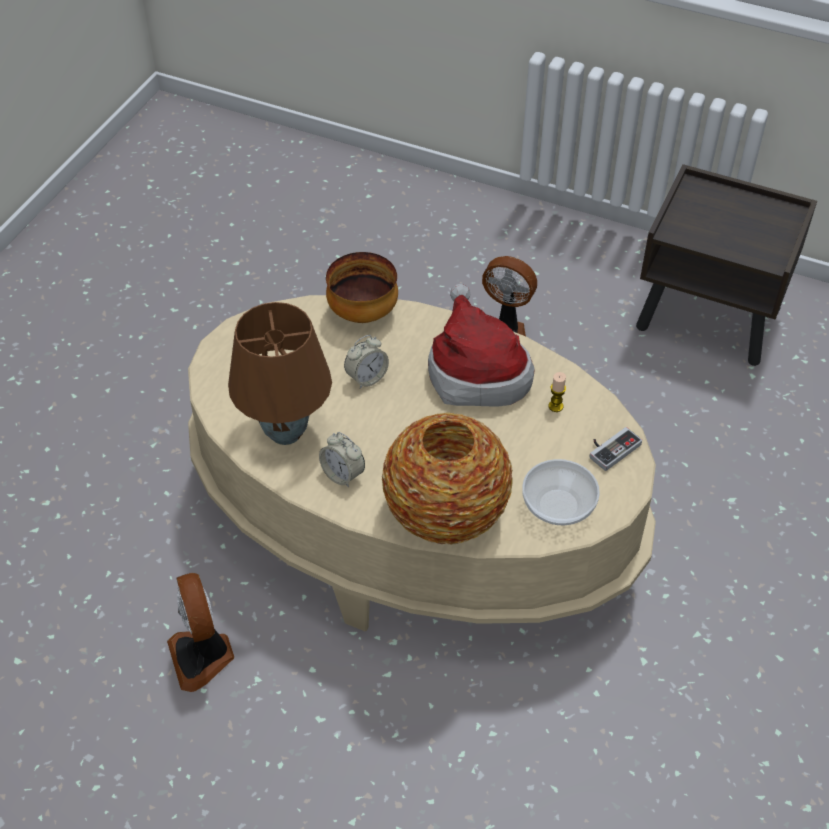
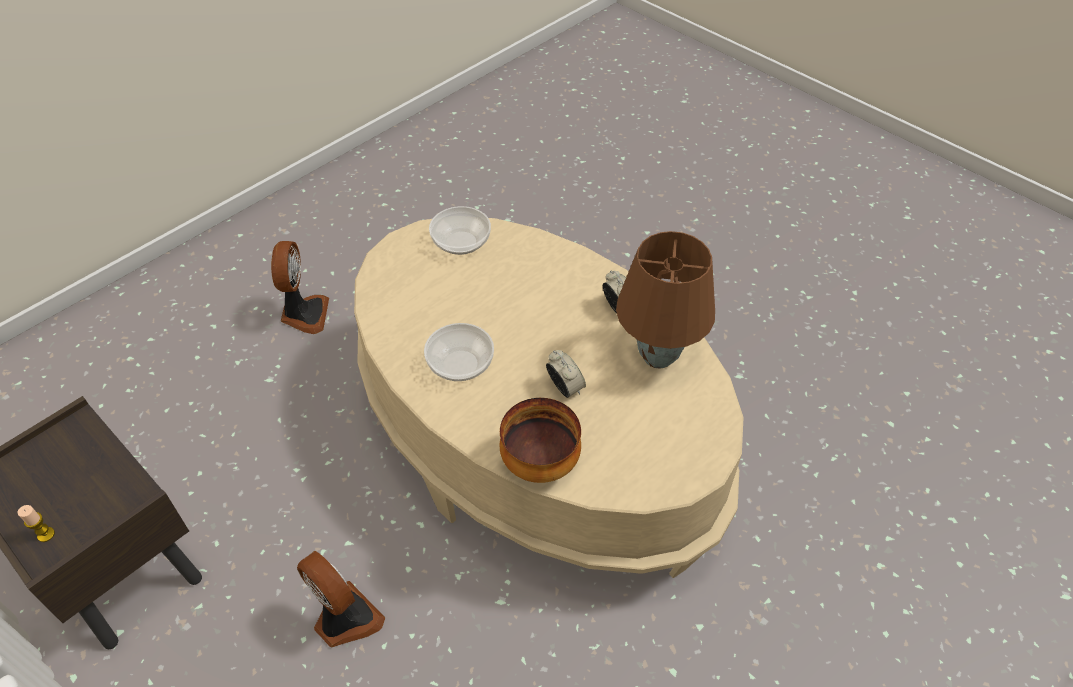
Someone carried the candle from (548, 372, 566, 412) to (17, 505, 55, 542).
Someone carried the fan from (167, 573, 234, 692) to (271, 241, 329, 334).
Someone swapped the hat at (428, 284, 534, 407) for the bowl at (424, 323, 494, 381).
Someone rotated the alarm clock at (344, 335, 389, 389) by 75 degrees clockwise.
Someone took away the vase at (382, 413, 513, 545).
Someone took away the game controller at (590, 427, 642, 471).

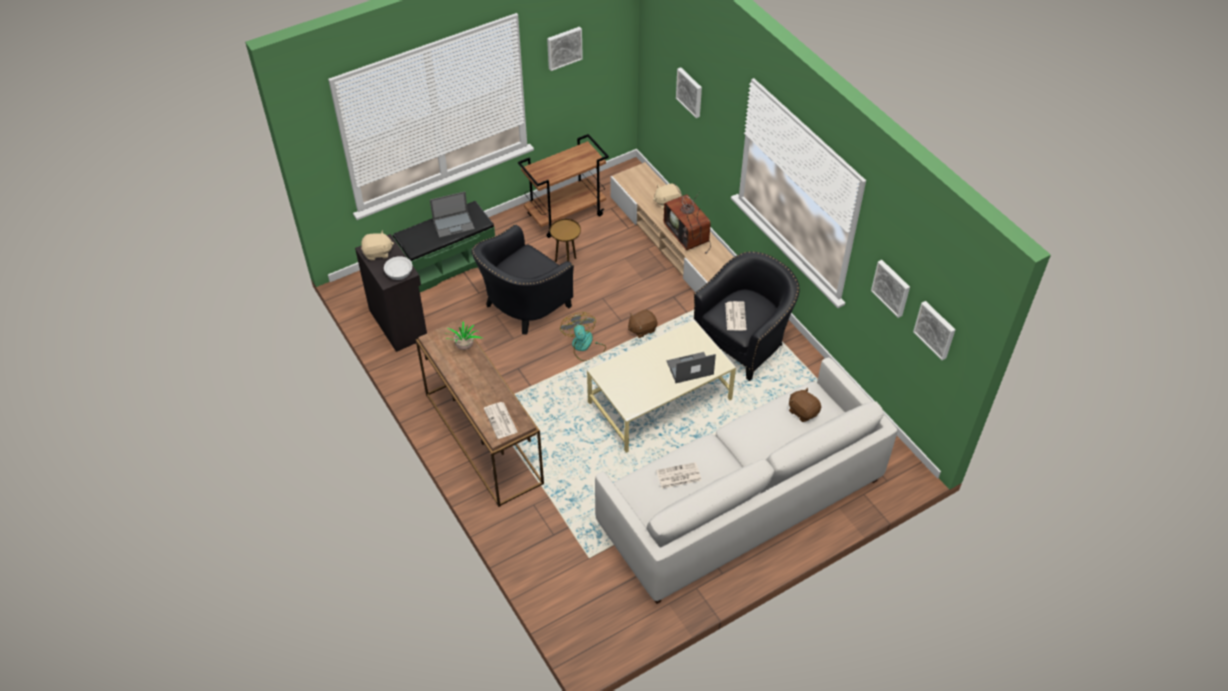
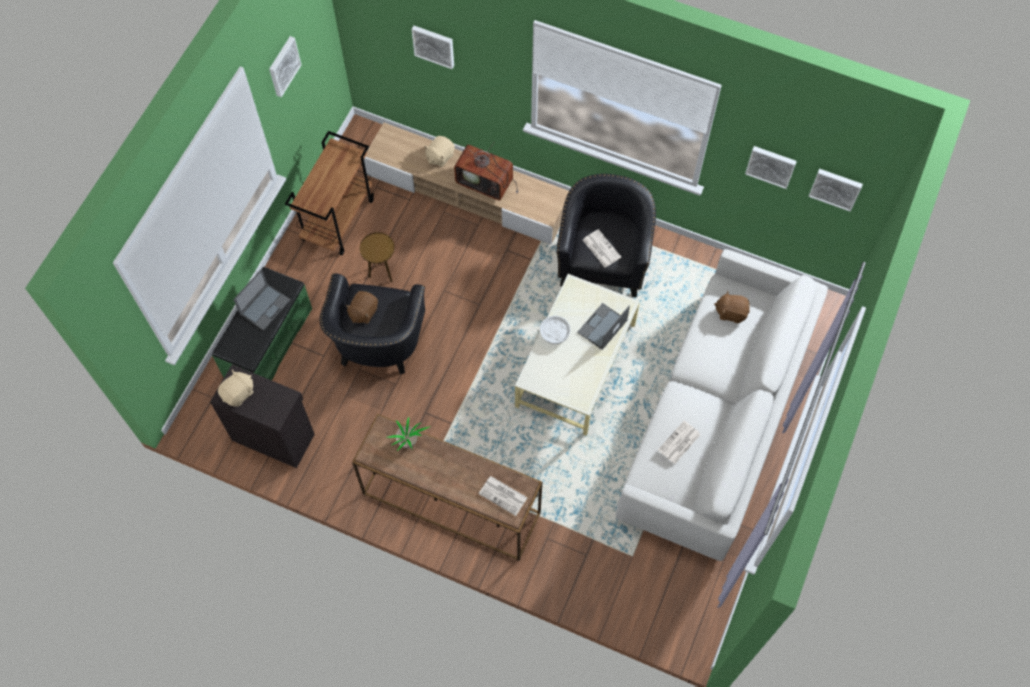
Someone carried the brown plush toy from (628, 309, 657, 338) to (345, 291, 378, 324).
Someone carried the white bowl from (384, 256, 412, 280) to (540, 316, 571, 344).
Someone took away the fan at (560, 312, 606, 361).

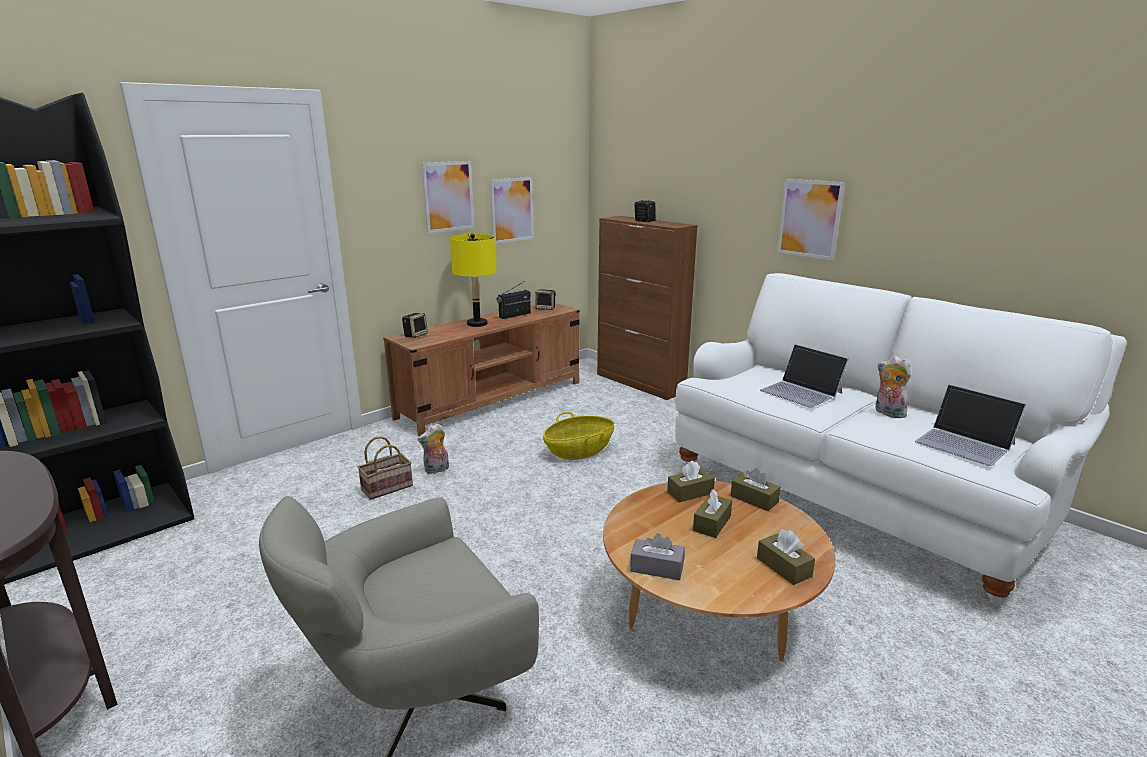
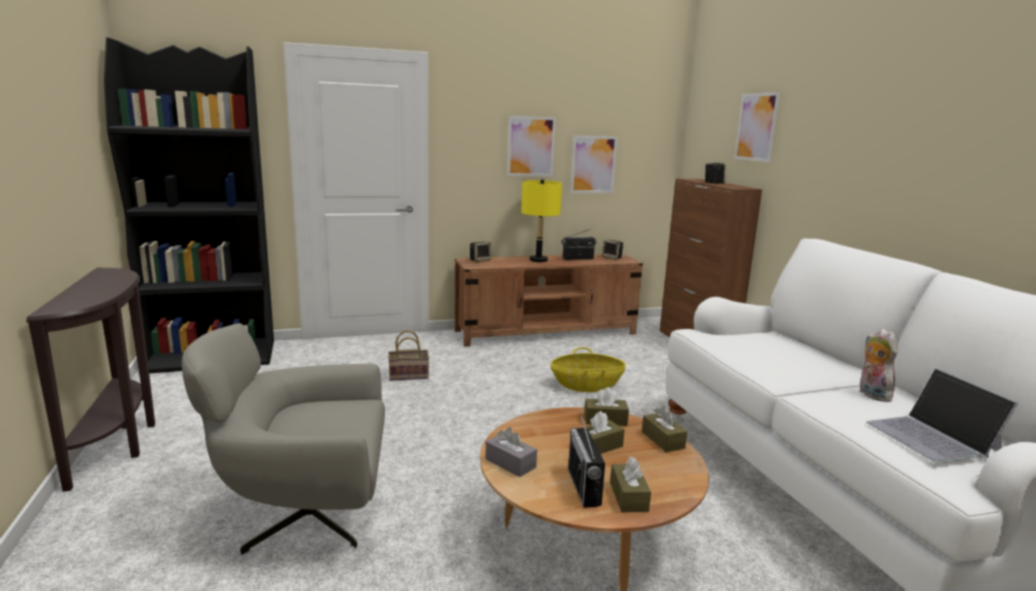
Someone put down the radio at (568, 413, 605, 508).
Someone carried the picture from (777, 179, 845, 260) to (734, 92, 780, 163).
Someone took away the plush toy at (418, 423, 449, 474).
Someone took away the laptop at (760, 344, 849, 408).

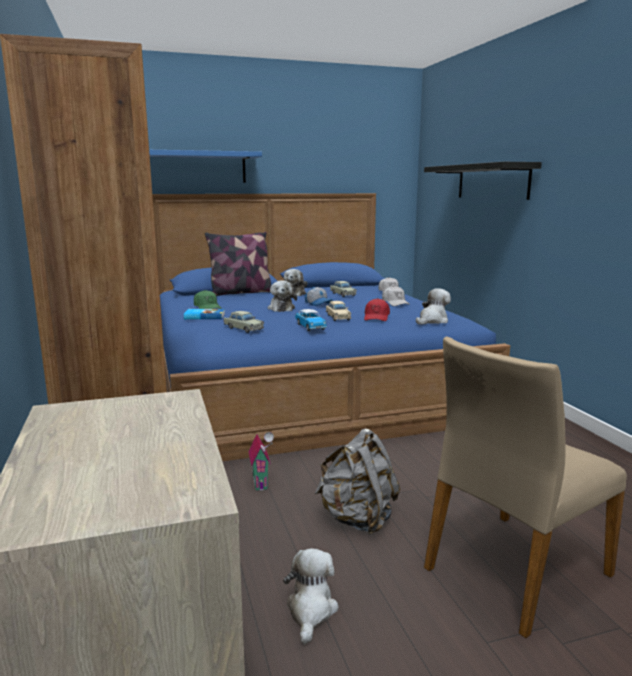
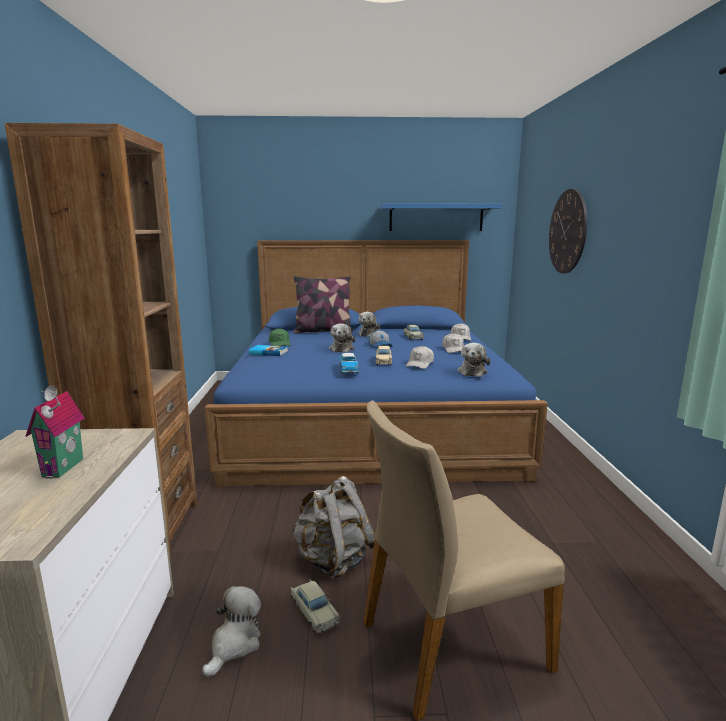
Someone carried the toy house from (248, 432, 274, 491) to (25, 385, 84, 479).
Someone carried the beige toy car from (224, 311, 264, 333) to (291, 580, 340, 634).
Someone carried the blue shelf from (149, 150, 262, 183) to (380, 203, 502, 231).
Someone repainted the red cap at (364, 298, 390, 321), which became the white cap at (406, 346, 434, 369).
Someone rotated the plush toy at (416, 288, 451, 325) by 135 degrees clockwise.
Someone swapped the black shelf at (424, 162, 542, 200) for the wall clock at (549, 189, 587, 273).

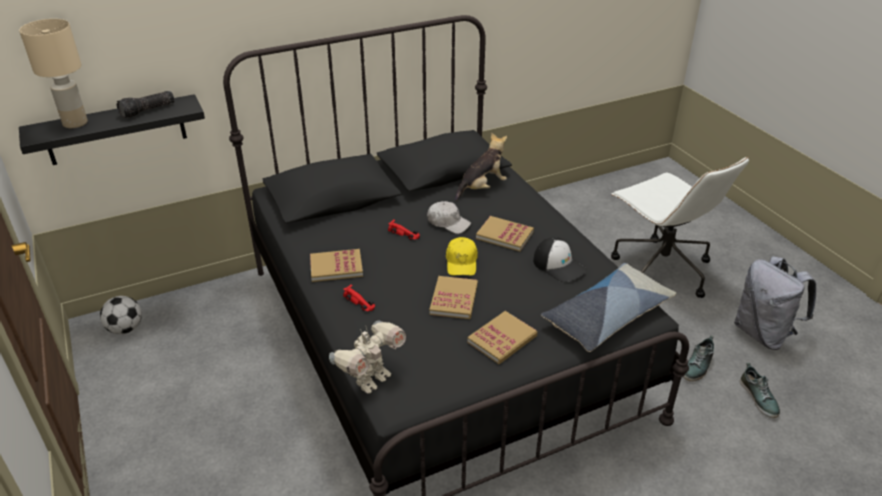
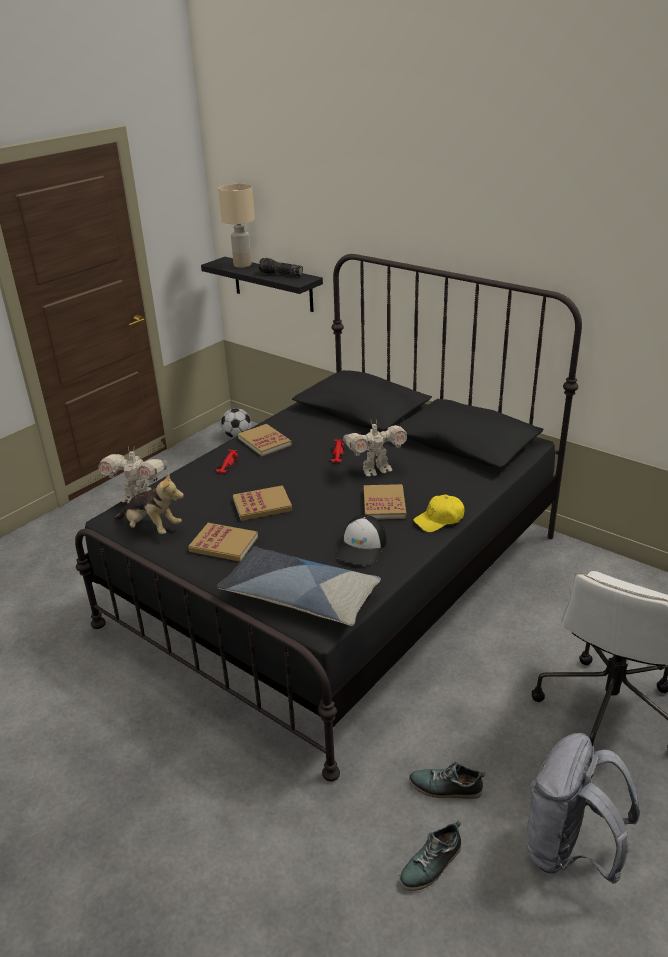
Someone carried the plush toy from (455, 133, 507, 201) to (114, 472, 184, 534).
Someone swapped the white cap at (427, 201, 471, 234) for the toy robot at (343, 419, 407, 477).
Someone carried the yellow cap from (446, 237, 478, 276) to (413, 495, 464, 532).

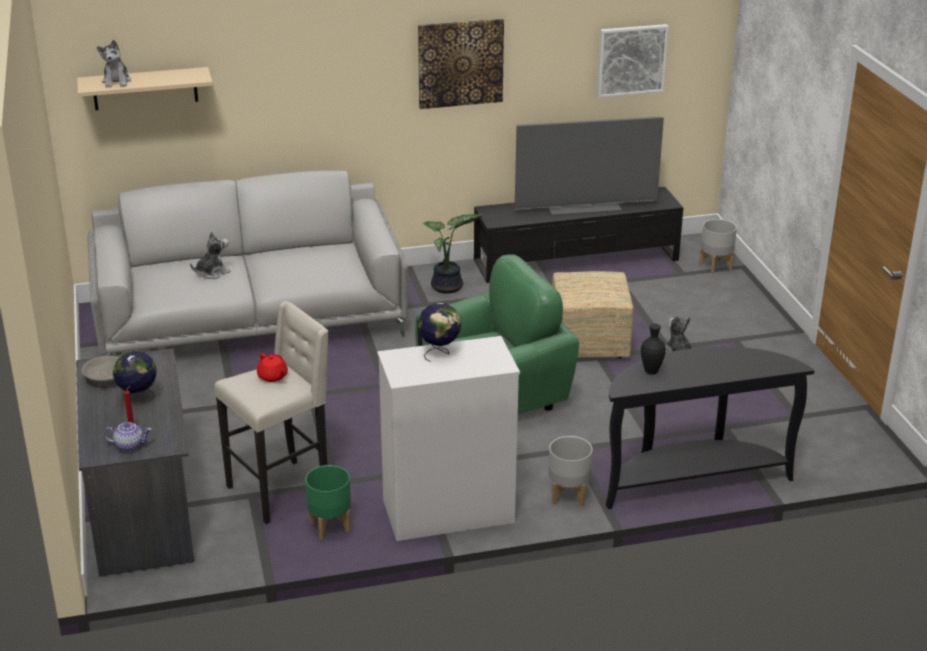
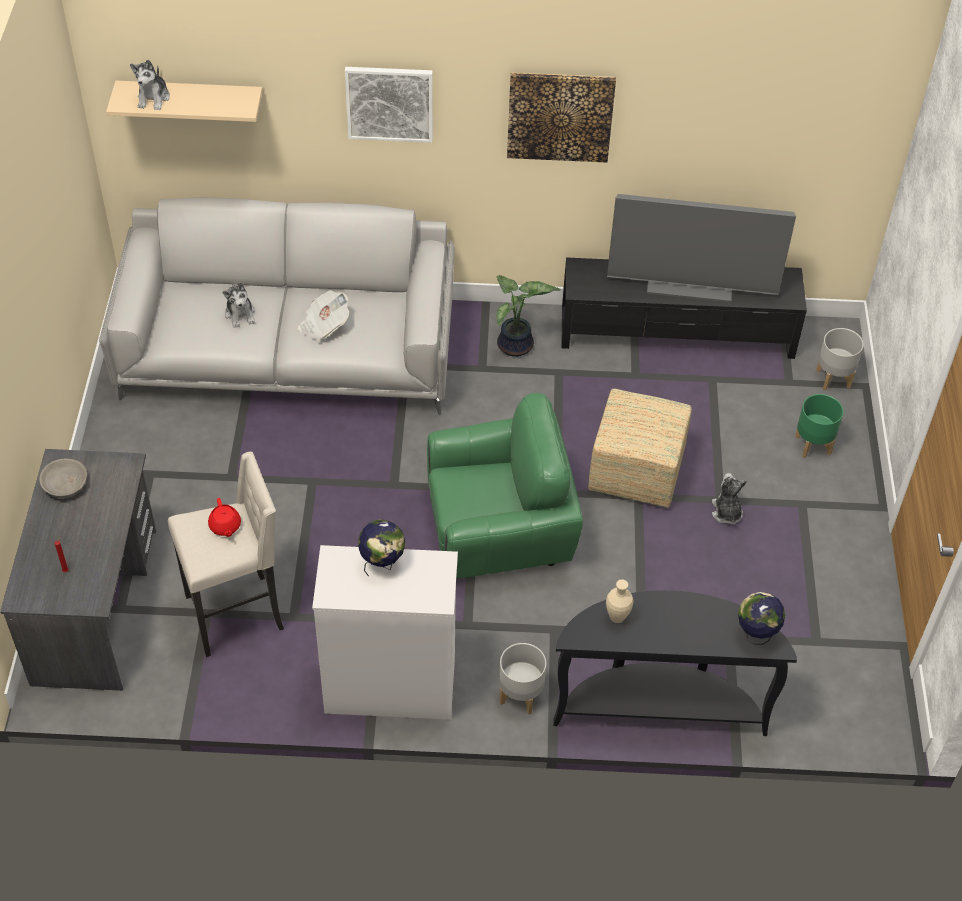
Someone rotated the plush toy at (190, 231, 230, 279) by 90 degrees clockwise.
Someone put down the newspaper at (298, 290, 349, 342).
Someone carried the picture from (597, 24, 669, 98) to (345, 67, 433, 143).
Someone repainted the black vase at (641, 324, 666, 374), which became the beige vase at (606, 579, 634, 623).
Someone carried the globe from (113, 350, 157, 405) to (738, 592, 785, 645).
Someone carried the green planter from (305, 465, 351, 540) to (795, 394, 844, 458).
Someone took away the teapot at (104, 422, 151, 452).

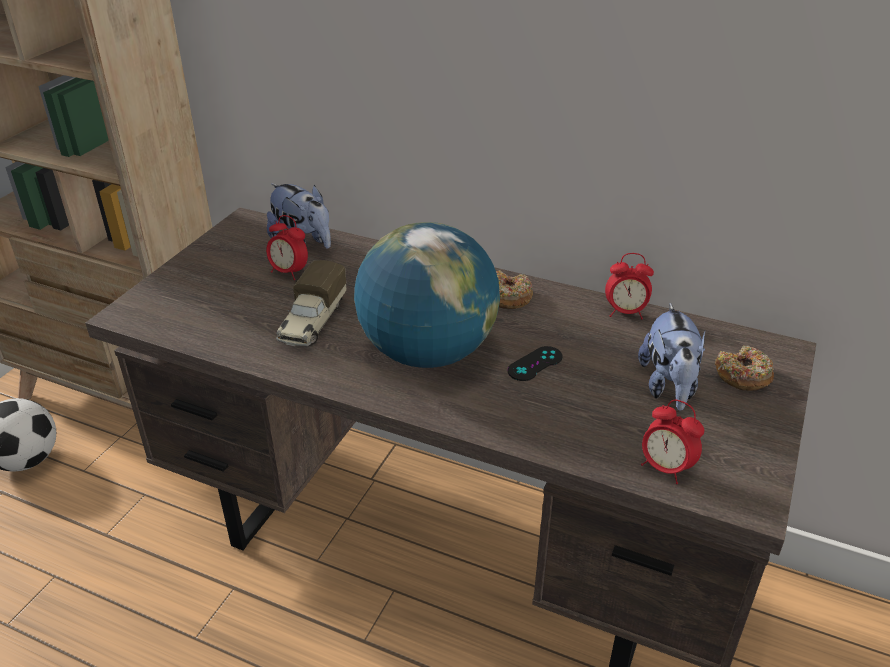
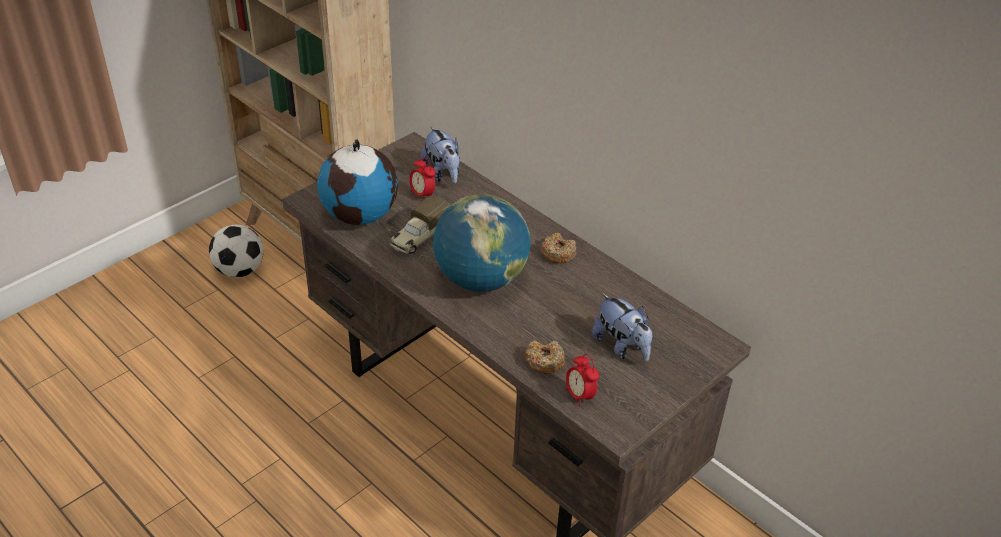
Someone put down the globe at (317, 139, 398, 225).
Someone carried the donut from (715, 346, 774, 391) to (525, 340, 565, 374).
Someone rotated the plush toy at (638, 303, 705, 411) by 60 degrees counterclockwise.
Someone took away the black game controller at (507, 346, 563, 381).
Someone took away the alarm clock at (605, 253, 654, 319).

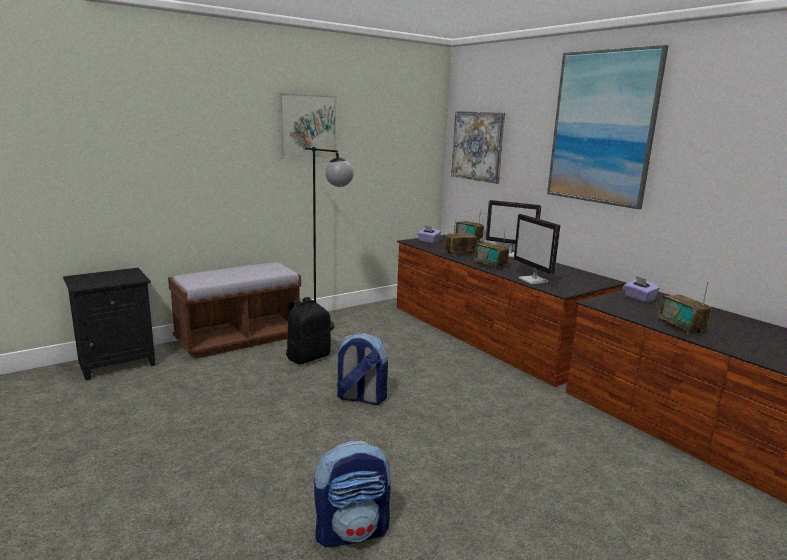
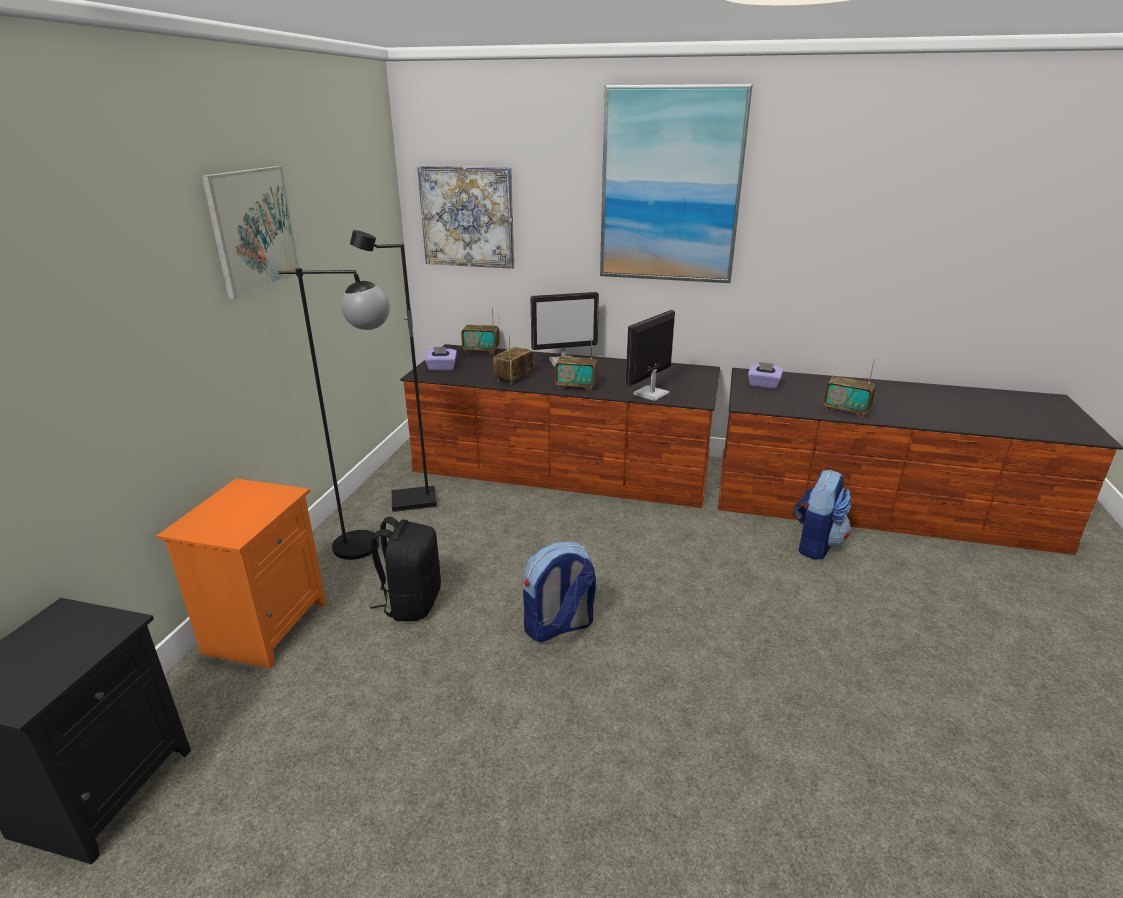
Someone swapped the brown bench at (168, 262, 301, 359) for the orange nightstand at (157, 479, 326, 669).
Someone put down the black floor lamp at (350, 230, 437, 512).
Someone rotated the monitor at (514, 214, 560, 284) by 105 degrees clockwise.
Someone carried the backpack from (314, 440, 391, 547) to (793, 470, 851, 560).

